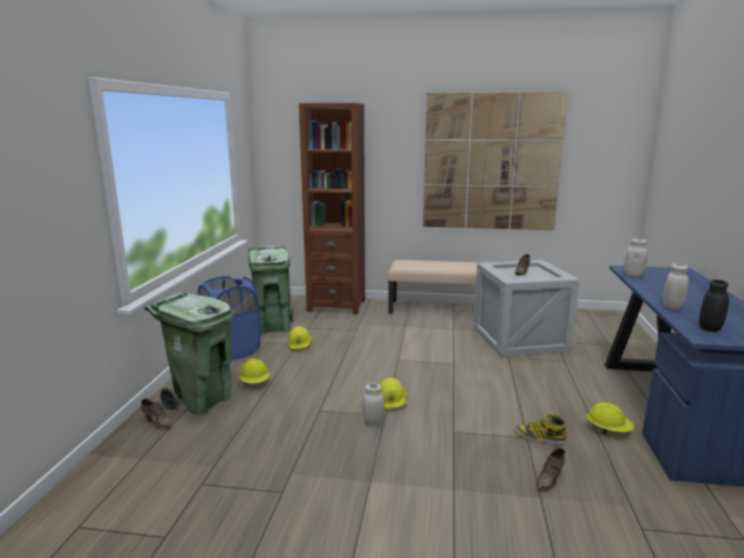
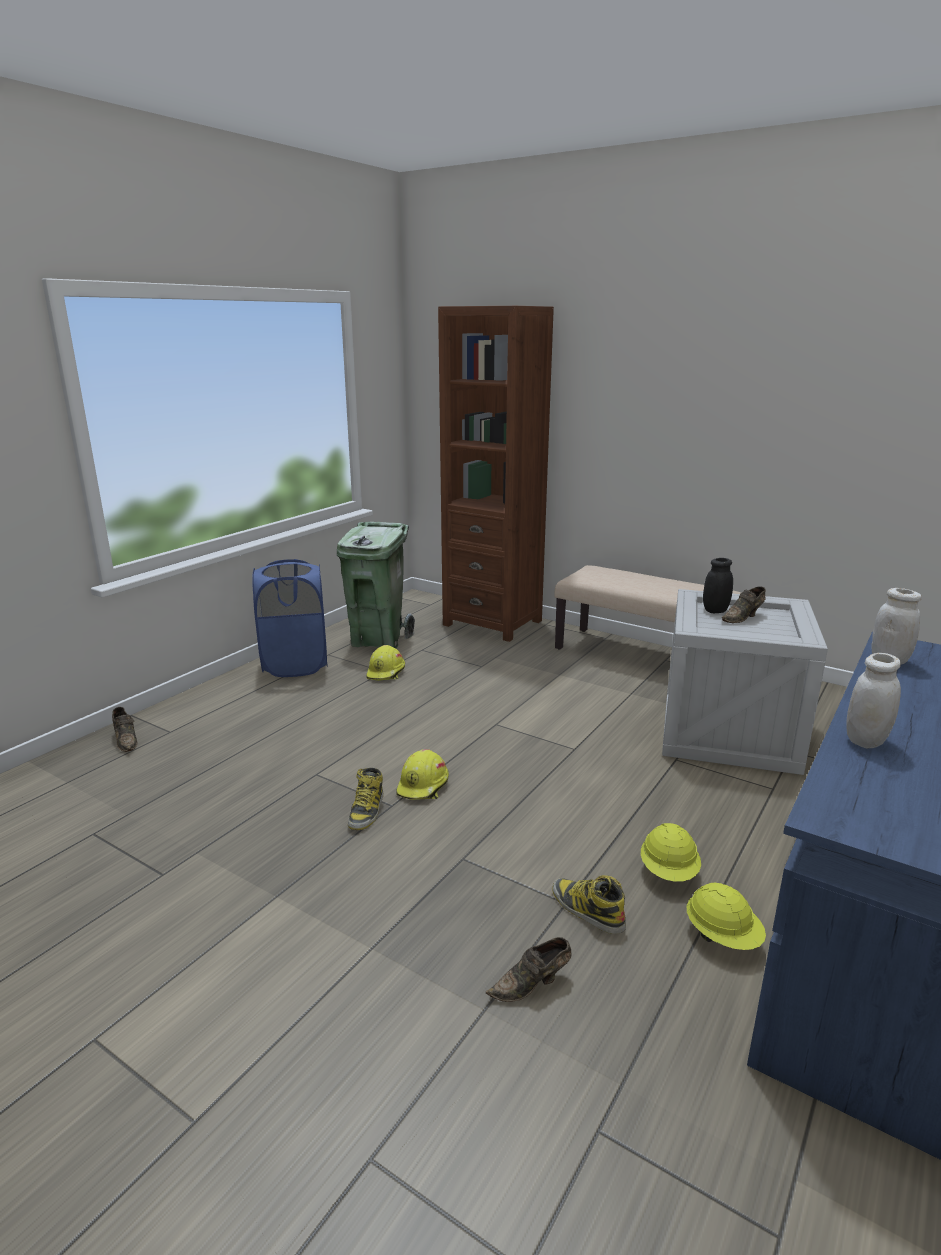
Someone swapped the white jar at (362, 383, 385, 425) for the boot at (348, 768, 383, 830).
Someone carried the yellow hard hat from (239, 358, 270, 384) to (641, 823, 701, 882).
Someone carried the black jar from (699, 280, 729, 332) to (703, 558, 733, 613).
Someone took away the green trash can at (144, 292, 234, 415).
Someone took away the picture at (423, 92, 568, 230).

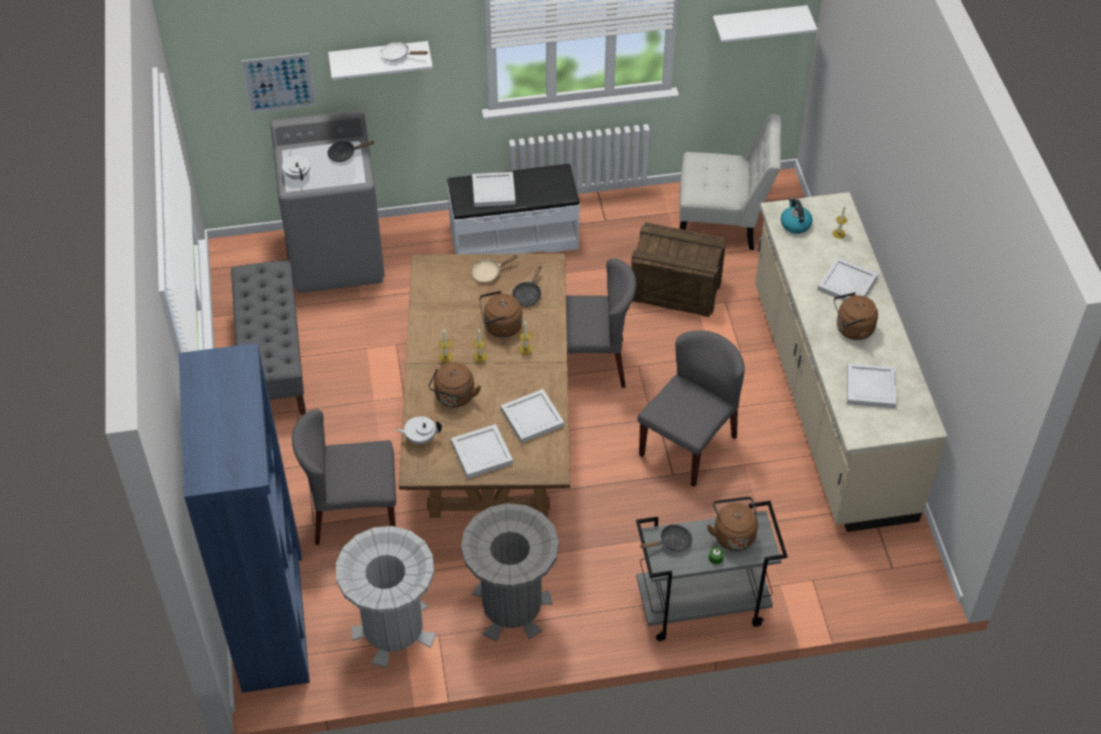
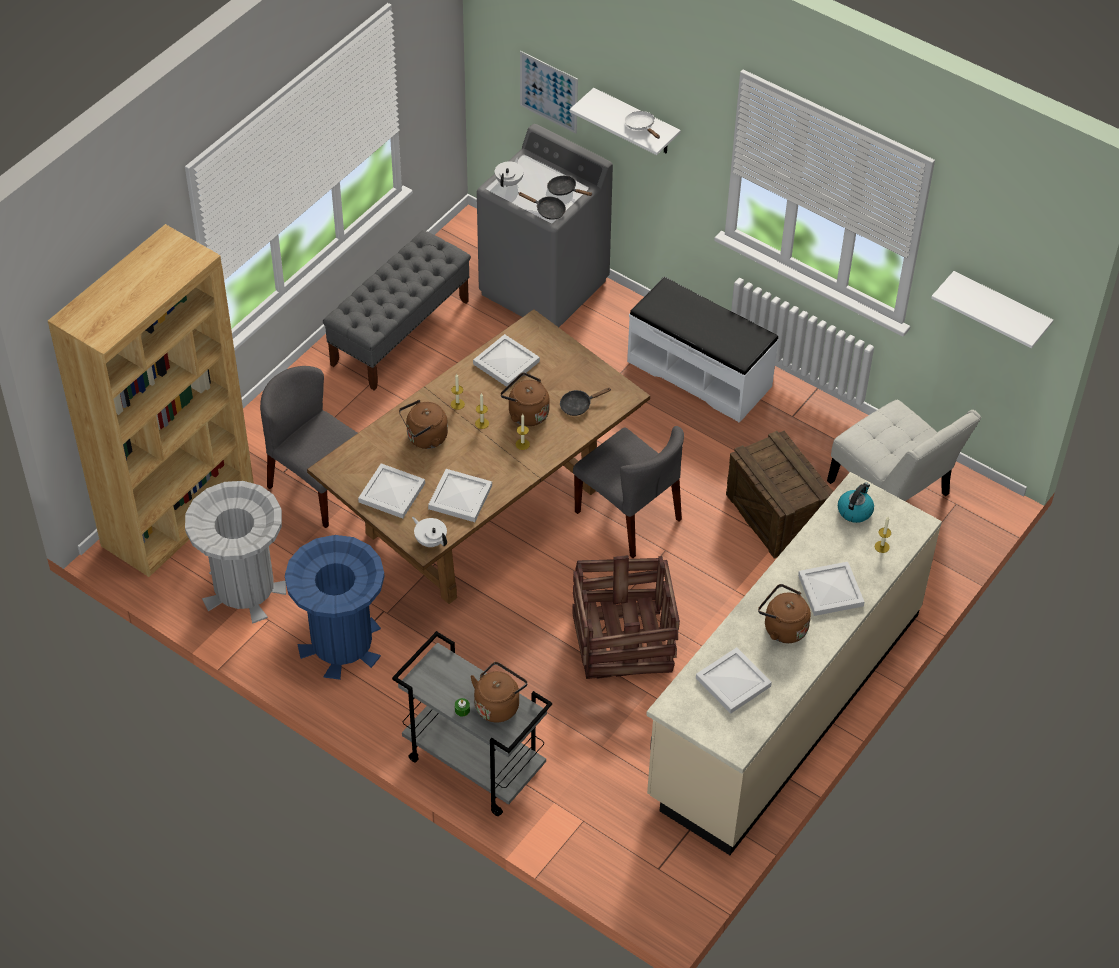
Someone repainted the blue bookcase at (179, 343, 310, 693), which became the brown bookcase at (48, 224, 254, 577).
Someone repainted the grey trash can at (461, 503, 559, 642), which became the blue trash can at (285, 535, 384, 680).
Someone carried the white teapot from (395, 416, 442, 444) to (412, 517, 447, 547).
Someone carried the white tray from (472, 172, 516, 207) to (473, 334, 540, 387).
Someone carried the black frying pan from (640, 525, 693, 552) to (518, 192, 566, 220).
Someone swapped the grey chair at (637, 330, 745, 487) for the crate at (572, 555, 680, 679).
Someone took away the beige frying pan at (471, 255, 518, 283).

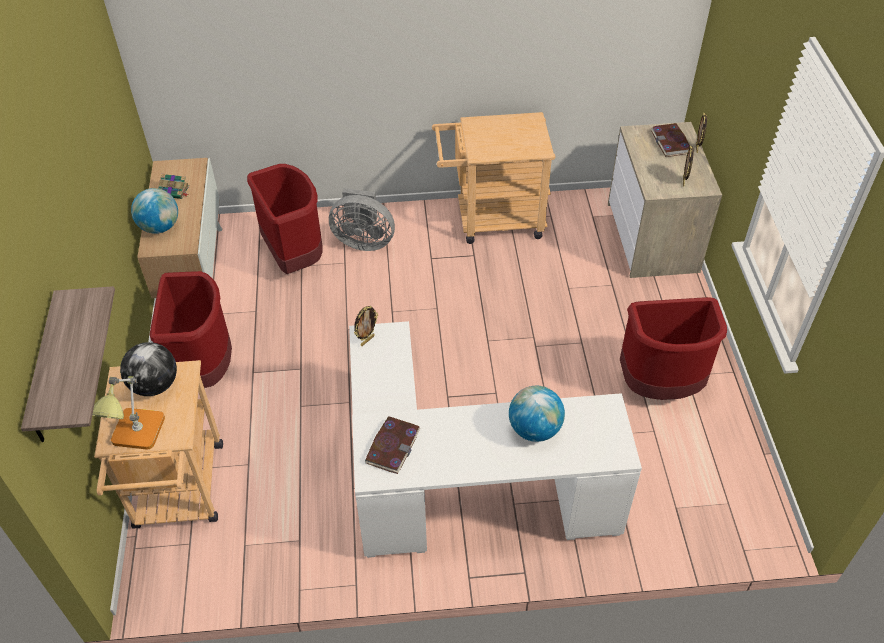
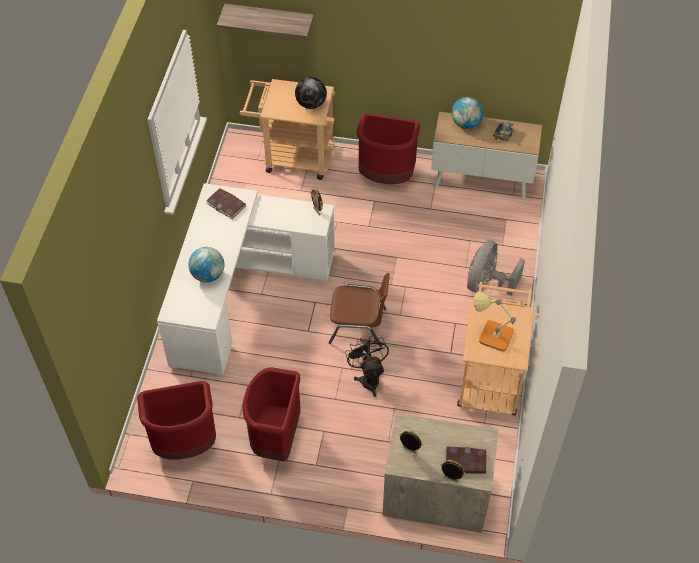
Someone carried the red trash can from (247, 164, 323, 274) to (137, 381, 216, 460).
Someone put down the brown chair at (329, 273, 390, 347).
Someone put down the black fan at (345, 335, 389, 397).
Someone carried the table lamp from (92, 376, 165, 449) to (474, 291, 516, 352).

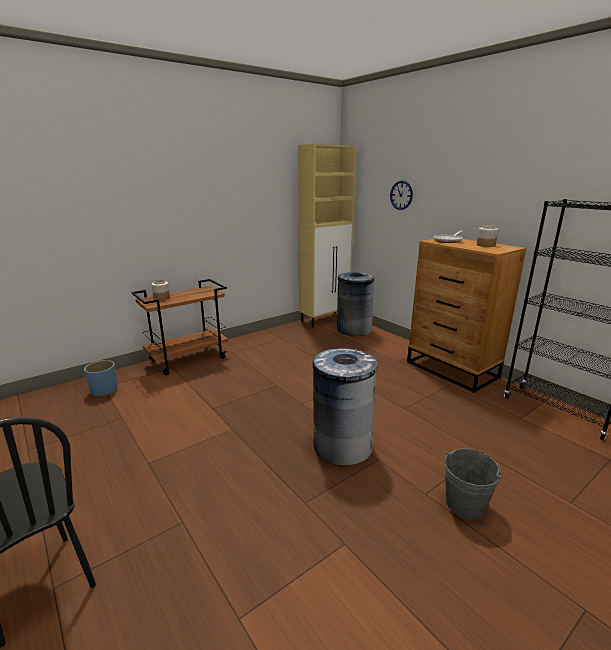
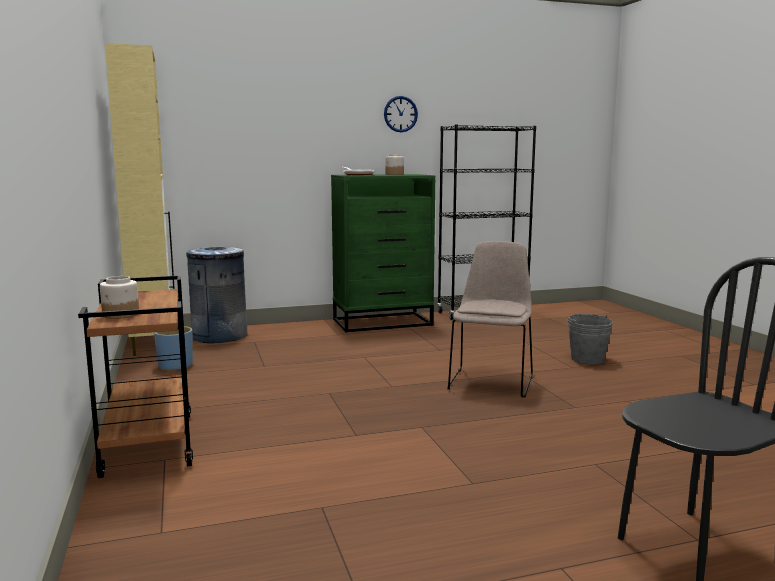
Someone carried the blue planter from (84, 360, 118, 397) to (154, 326, 193, 370).
Someone repainted the brown dresser at (407, 238, 526, 393), which became the green dresser at (331, 174, 435, 332).
Someone carried the wall clock from (390, 180, 413, 210) to (384, 96, 418, 132).
Someone swapped the grey trash can at (313, 348, 378, 466) for the beige chair at (447, 241, 533, 398).

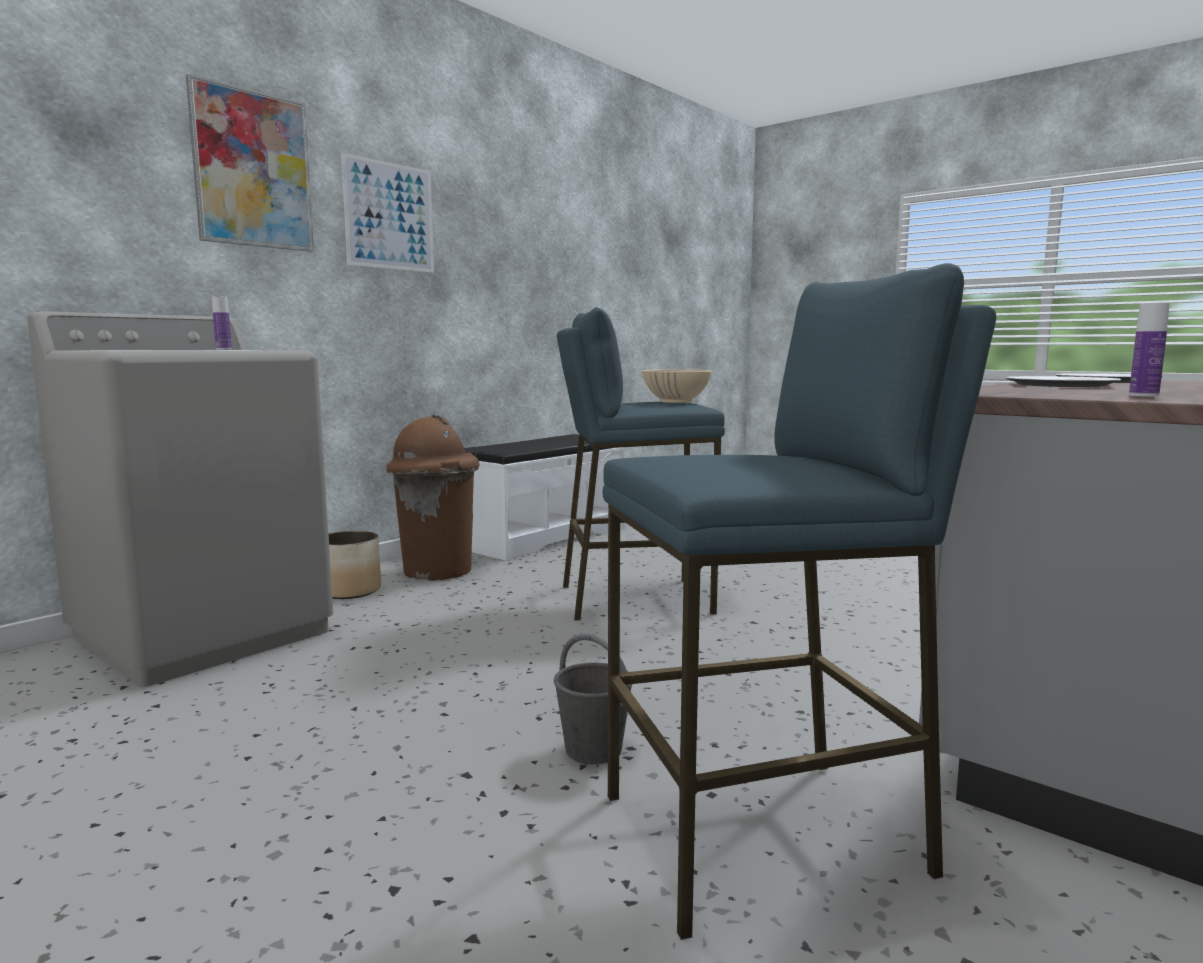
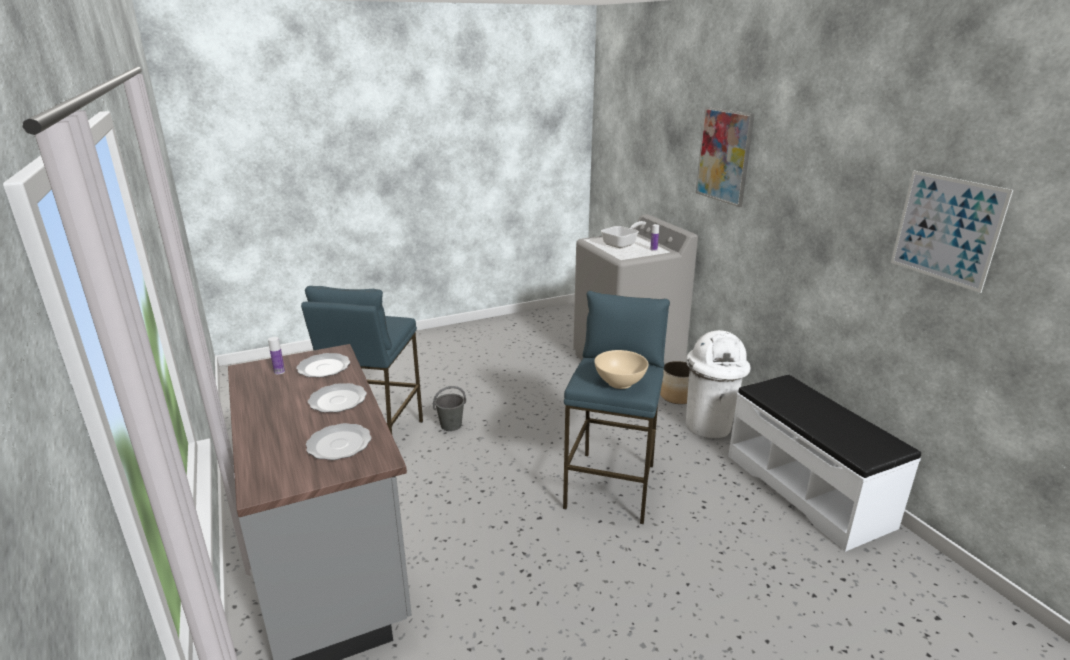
Someone put down the plate at (296, 353, 350, 378).
Someone put down the frying pan at (601, 221, 646, 248).
Someone repainted the brown trash can at (386, 415, 479, 580), which became the white trash can at (686, 330, 750, 438).
Someone carried the picture from (341, 153, 434, 273) to (891, 170, 1013, 293).

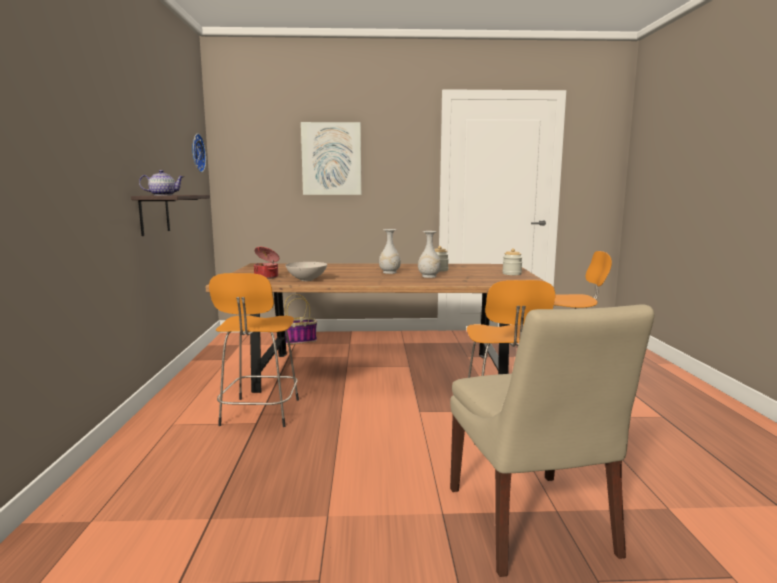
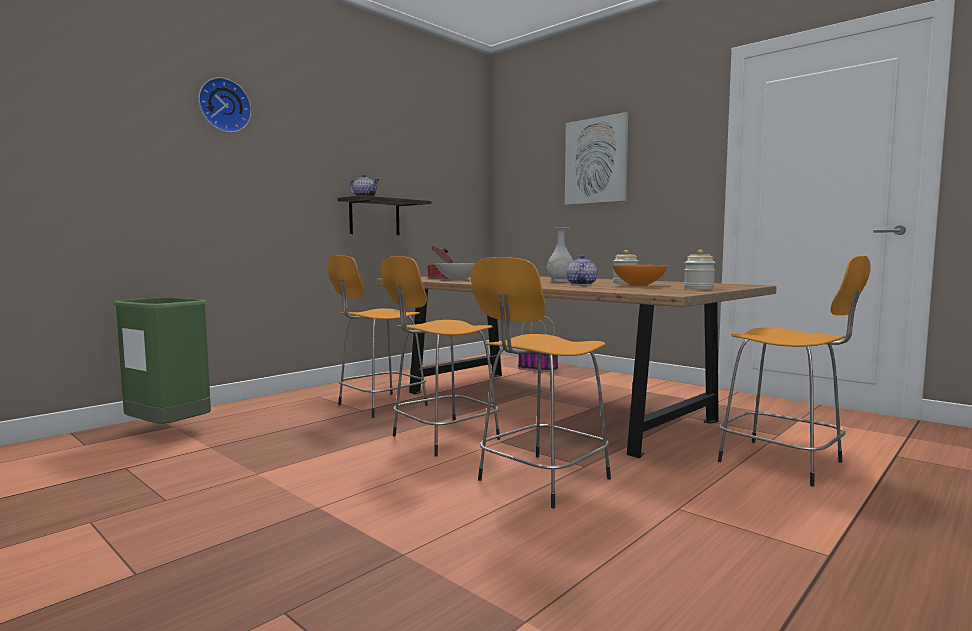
Someone put down the green trash can at (113, 297, 211, 424).
Someone carried the wall clock from (192, 133, 206, 172) to (198, 77, 252, 133).
Someone put down the orange stool at (381, 256, 500, 457).
Someone swapped the white vase at (418, 231, 441, 278) for the teapot at (567, 255, 597, 285).
Someone put down the orange bowl at (612, 265, 668, 286).
Someone took away the beige chair at (450, 305, 654, 577).

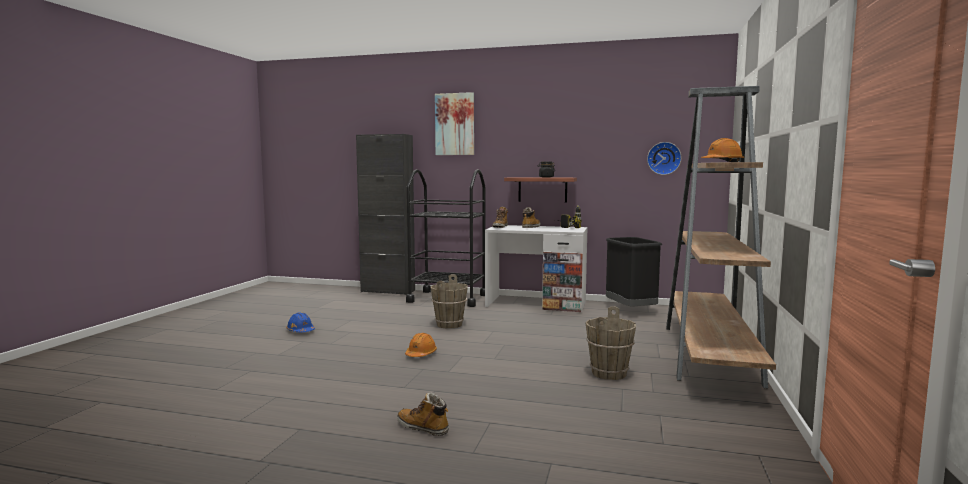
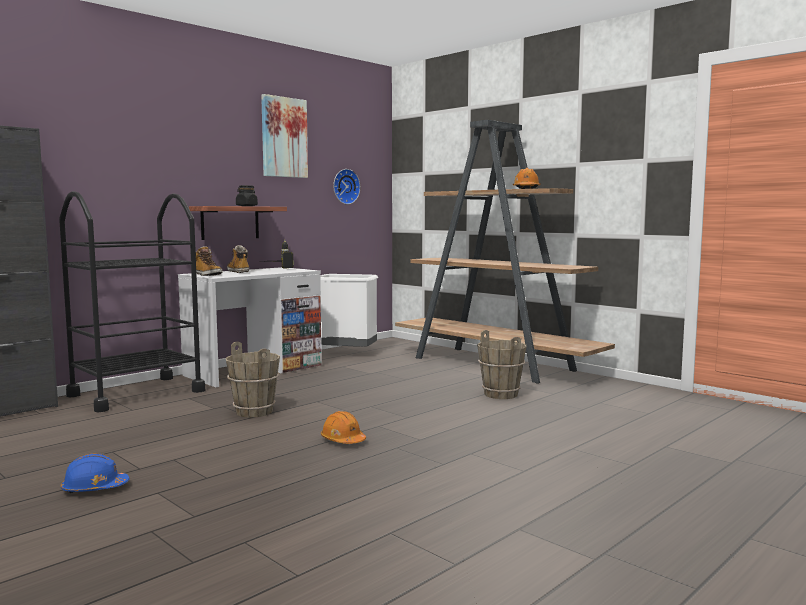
Someone carried the picture from (435, 92, 474, 155) to (261, 94, 308, 178).
Someone repainted the black trash can at (606, 237, 662, 306), which became the white trash can at (320, 274, 378, 347).
Someone took away the boot at (397, 392, 449, 436).

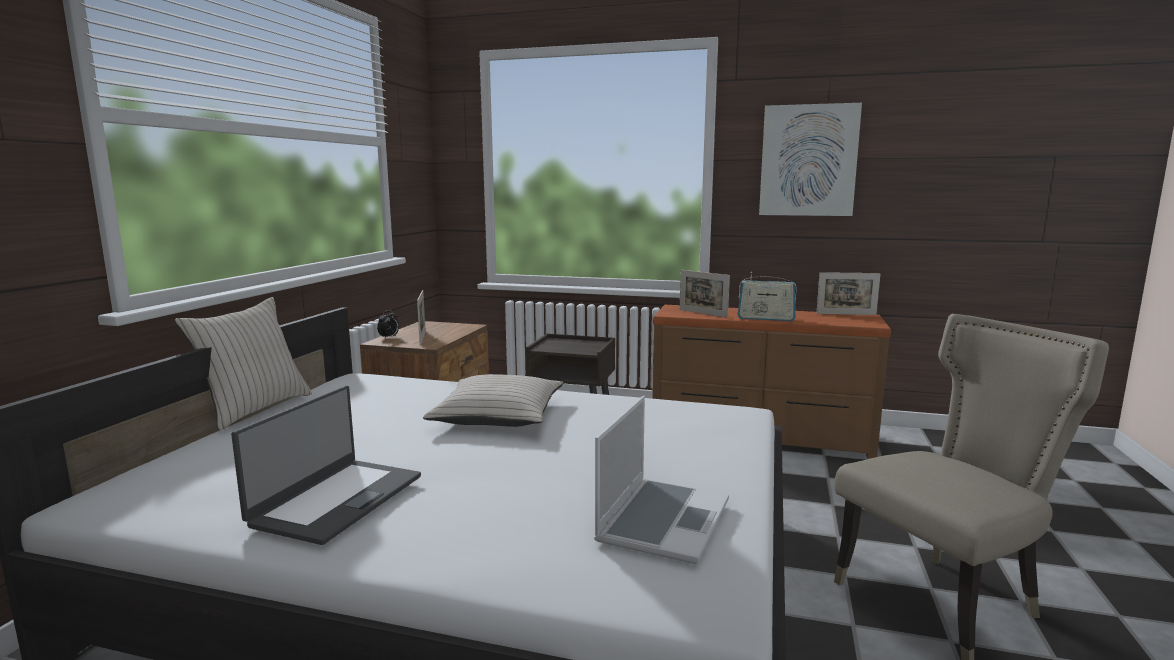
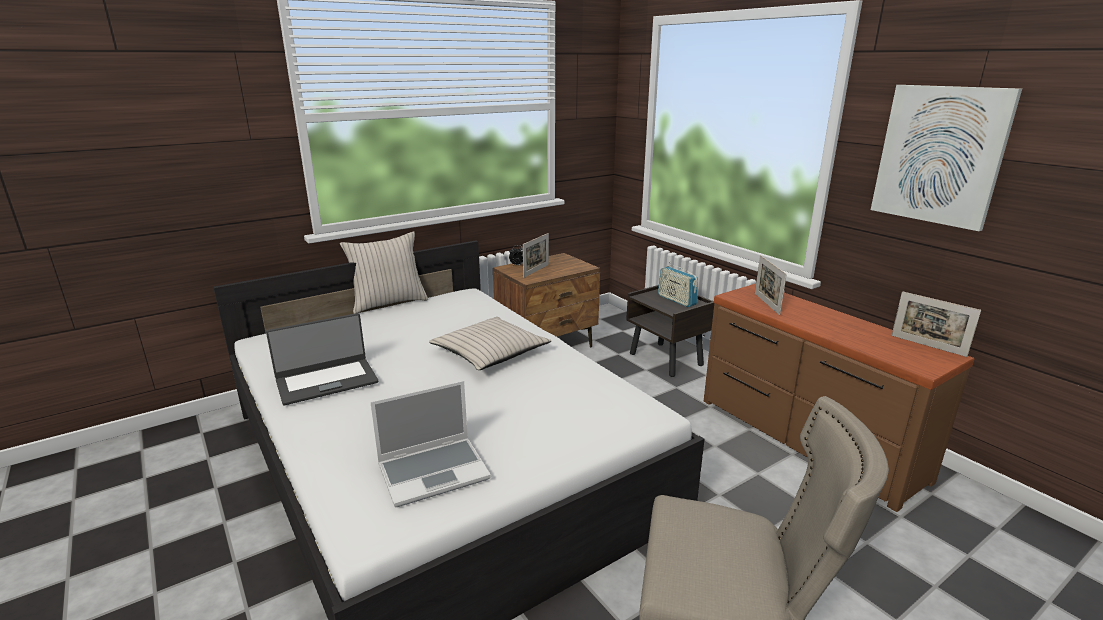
Someone carried the radio from (738, 272, 796, 321) to (658, 265, 698, 307).

